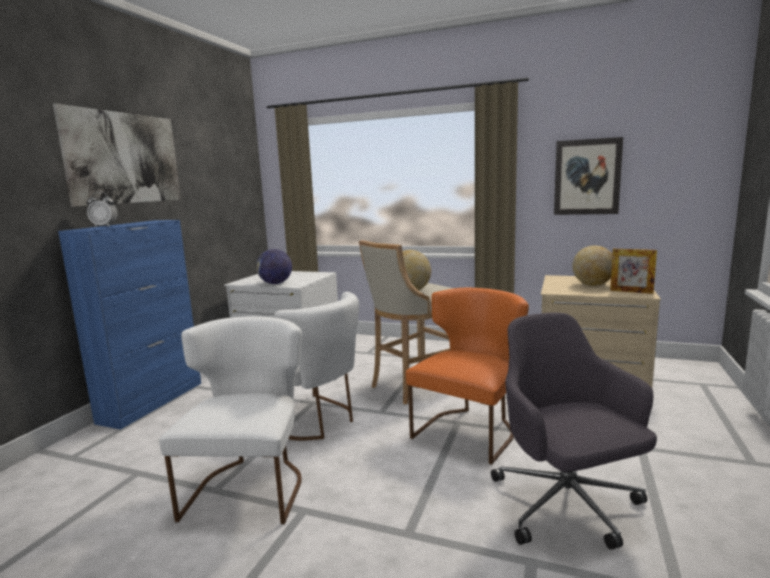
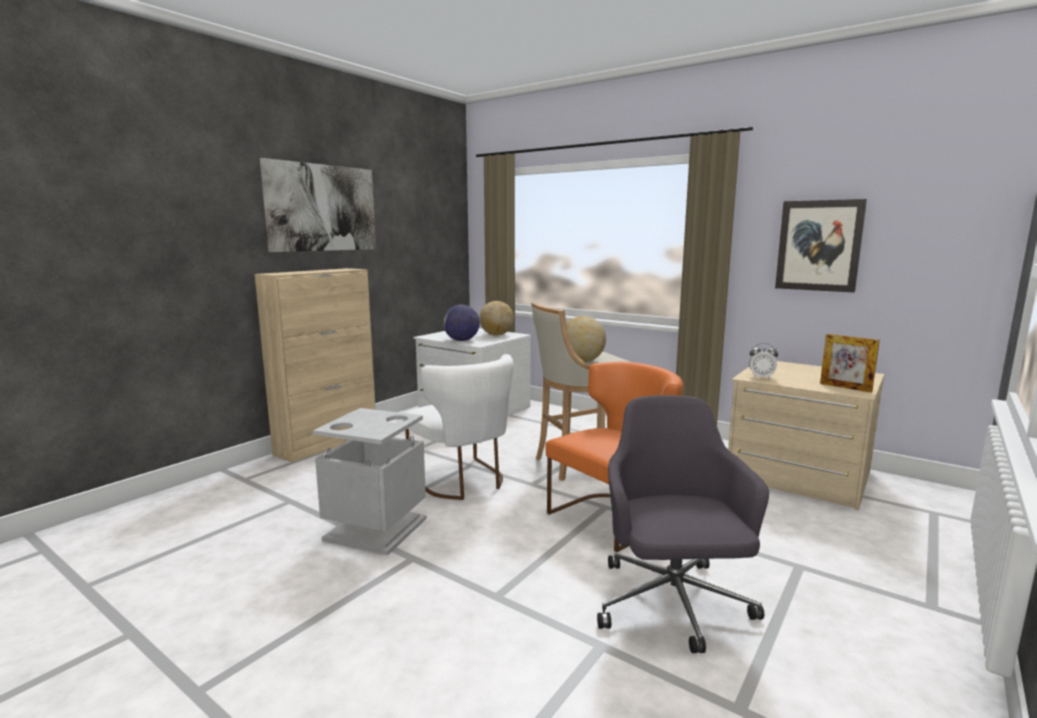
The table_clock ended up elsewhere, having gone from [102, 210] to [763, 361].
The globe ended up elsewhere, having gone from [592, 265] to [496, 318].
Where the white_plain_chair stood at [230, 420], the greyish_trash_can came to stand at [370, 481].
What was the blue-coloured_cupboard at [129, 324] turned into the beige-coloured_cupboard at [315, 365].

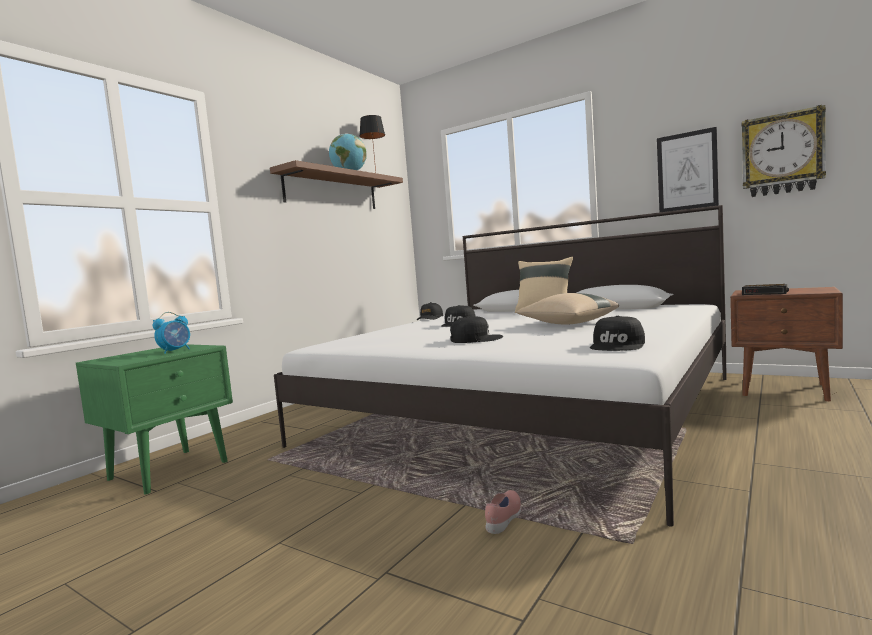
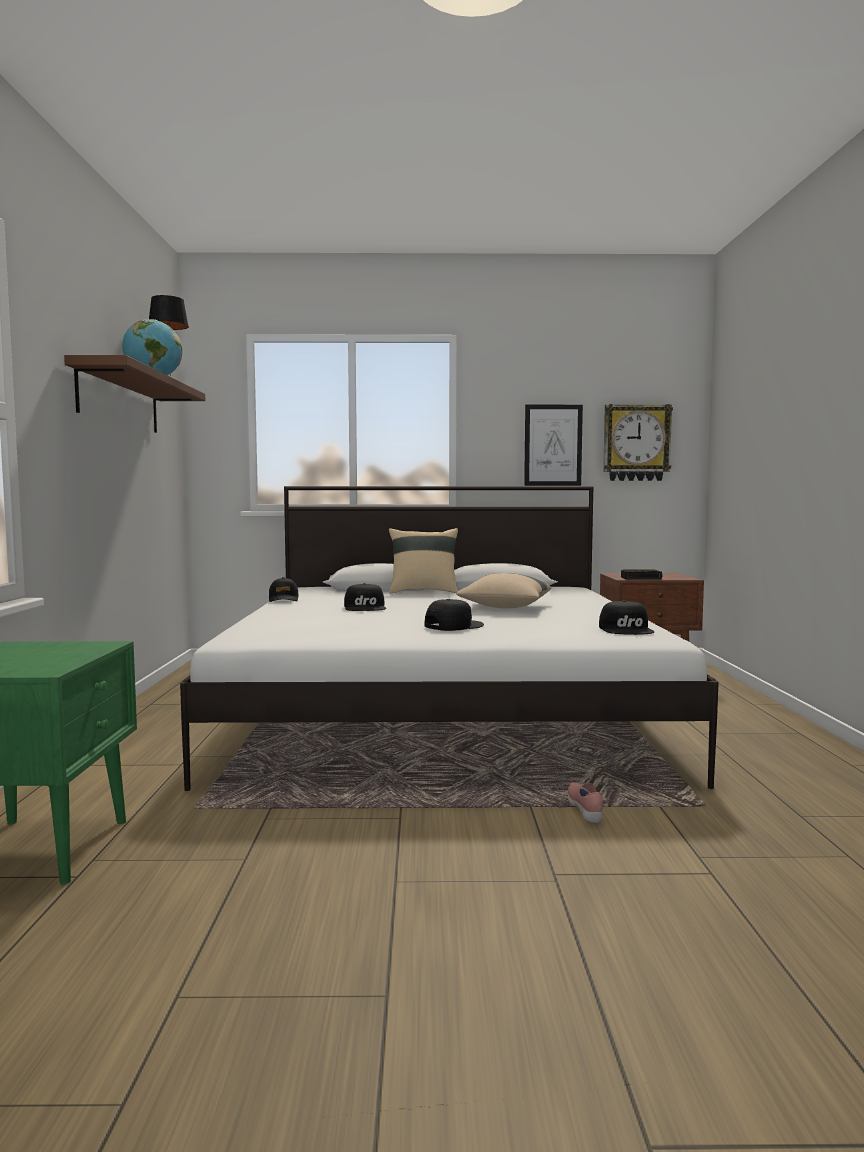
The second view lost the table_clock at [171, 333].

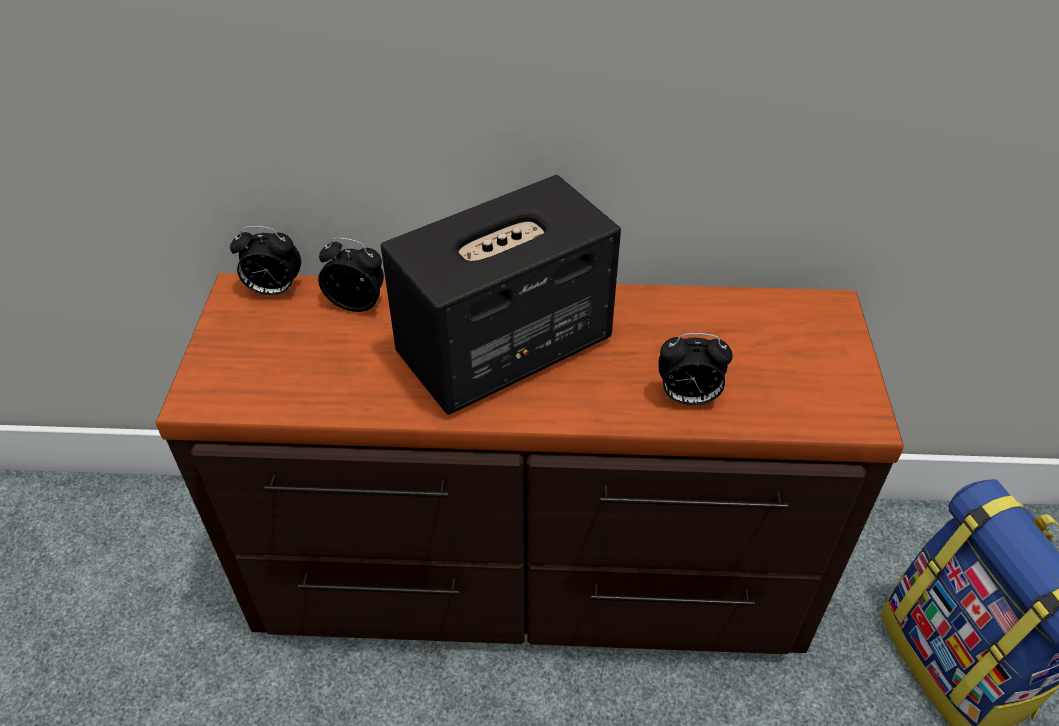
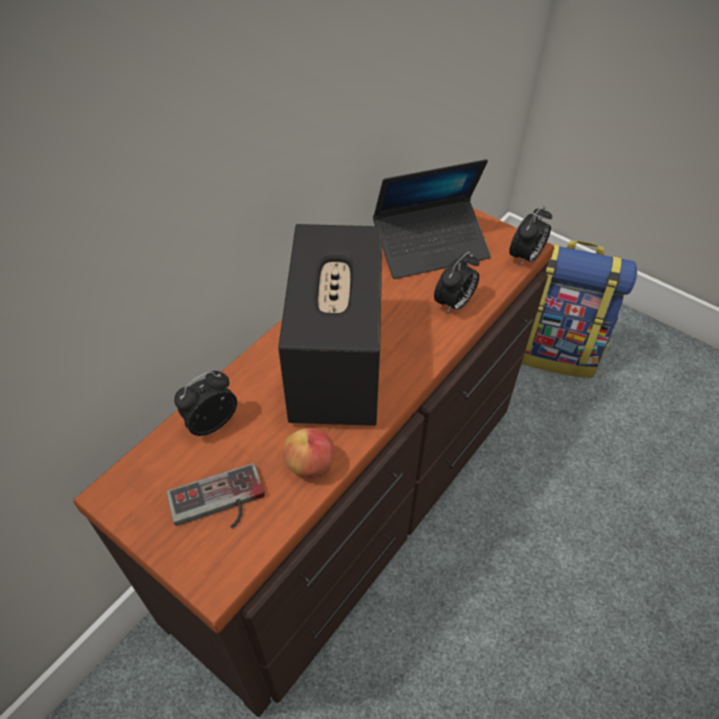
The second view gained the joypad at [215, 496].
The second view gained the apple_fruit at [309, 453].
The second view gained the notebook_computer at [432, 219].
The table_clock ended up elsewhere, having gone from [265, 260] to [530, 236].

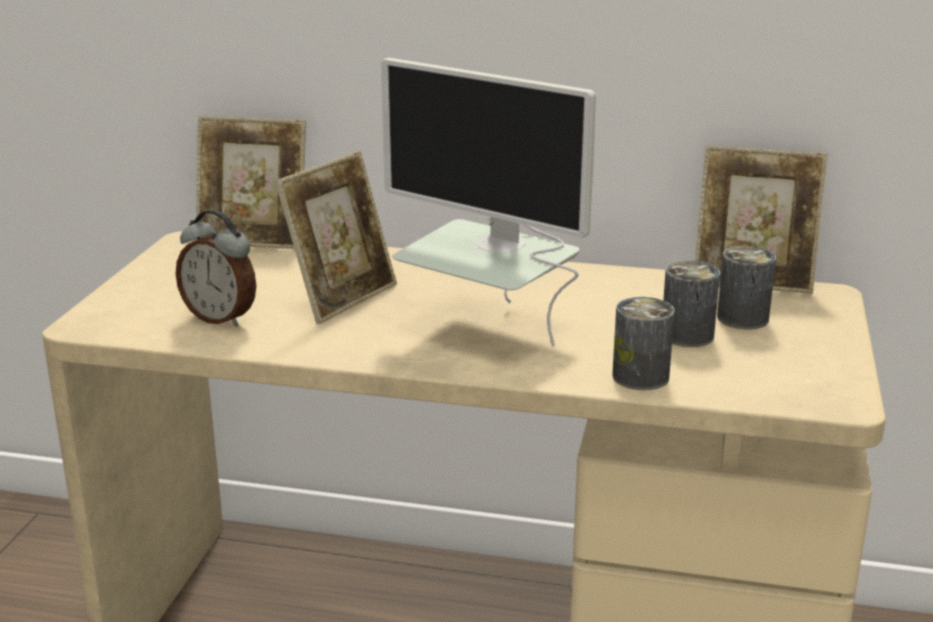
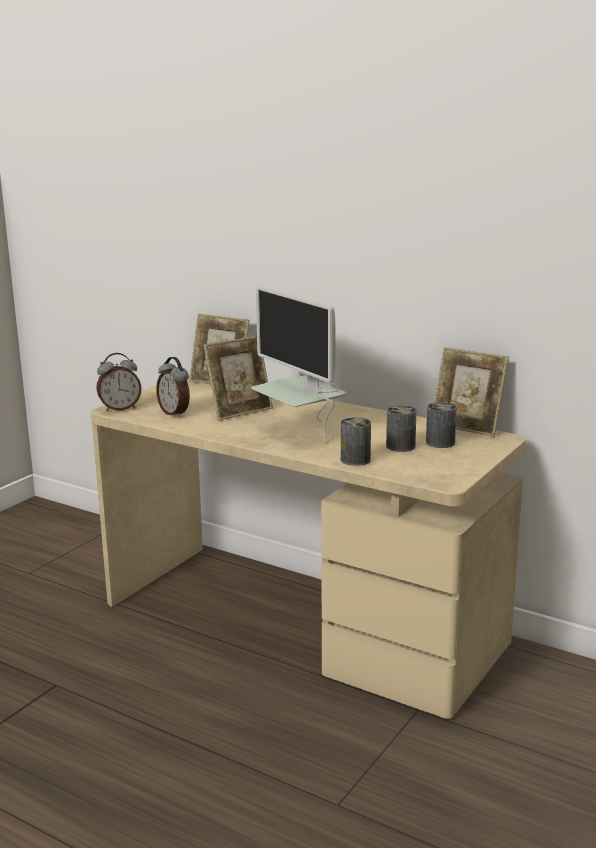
The second view gained the table_clock at [119, 382].

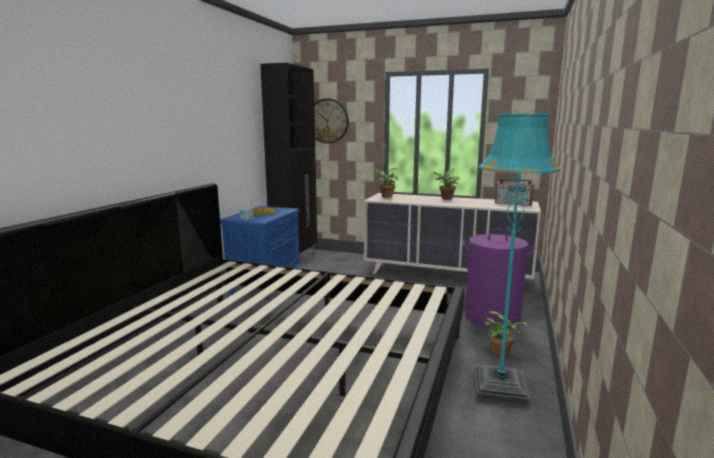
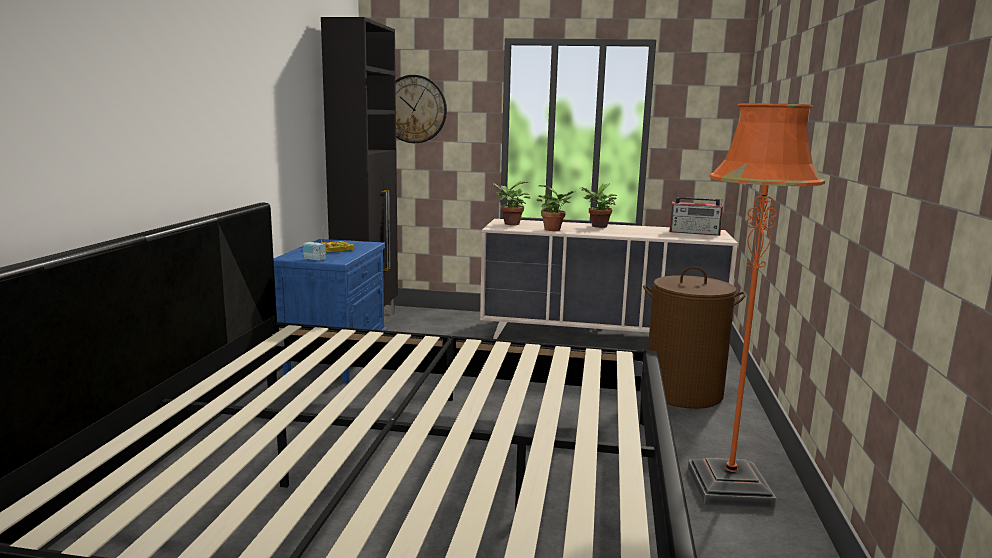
The plant_in_a_pot ended up elsewhere, having gone from [506, 334] to [556, 208].
What was the purple_hamper at [499, 278] turned into the brown-coloured_hamper at [694, 337].
What was the turquoise_standard_lamp at [517, 259] turned into the orange-coloured_standard_lamp at [756, 305].

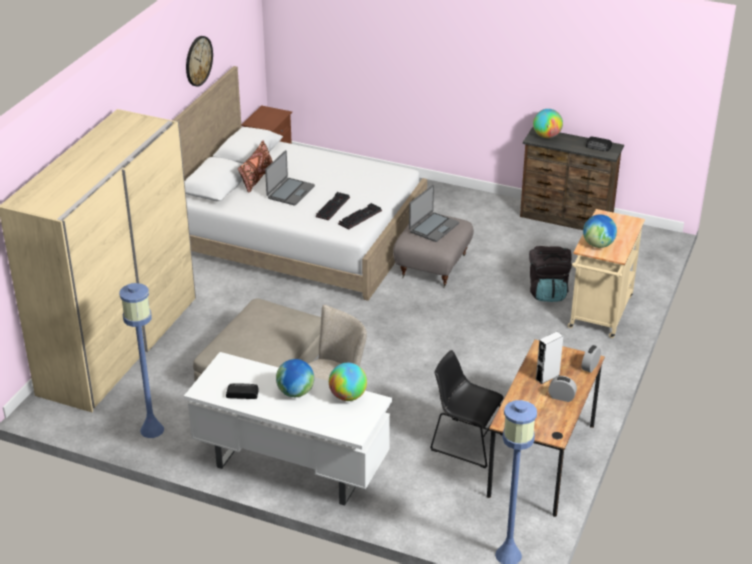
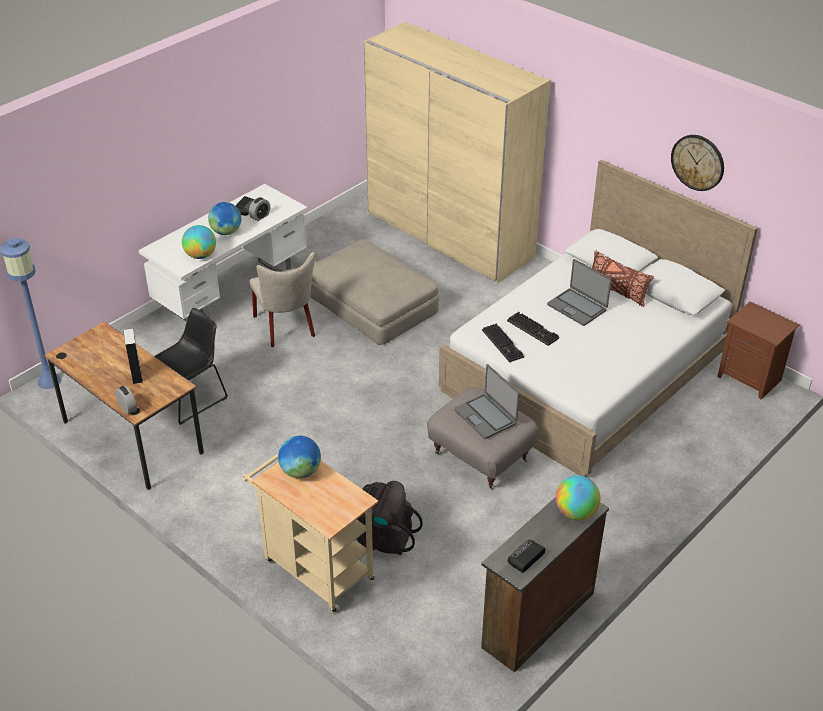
The second view lost the blue-coloured_standard_lamp at [141, 360].
The table_clock ended up elsewhere, having gone from [562, 389] to [259, 209].

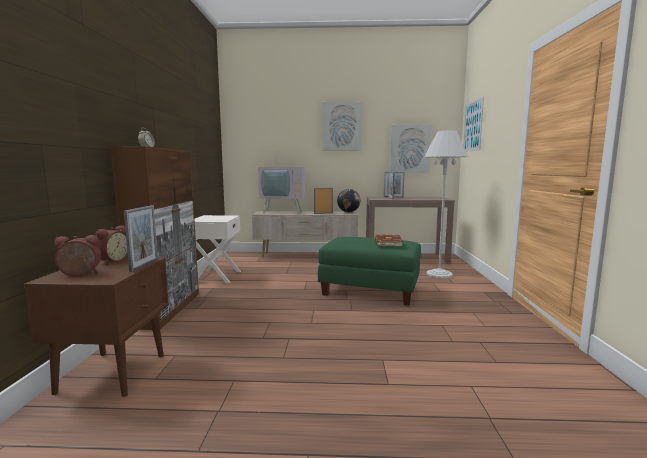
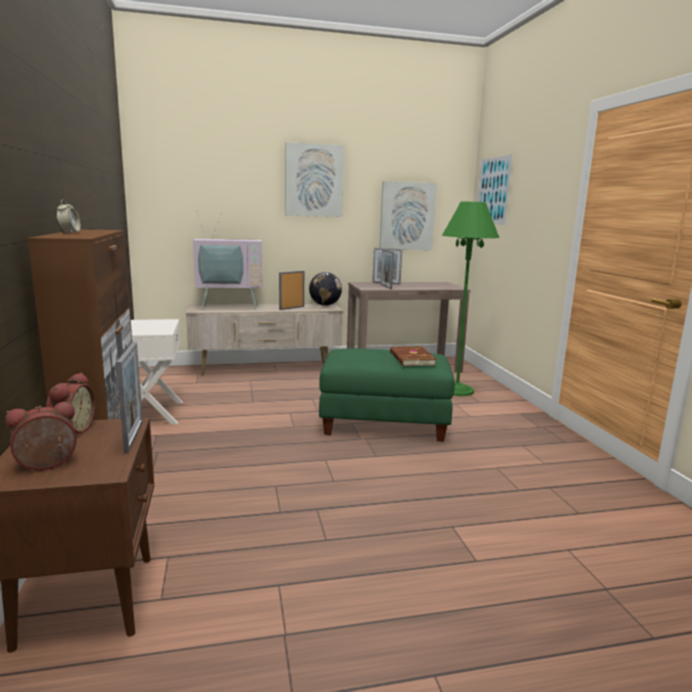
What was the white_standard_lamp at [446, 204] turned into the greenish_standard_lamp at [470, 299].

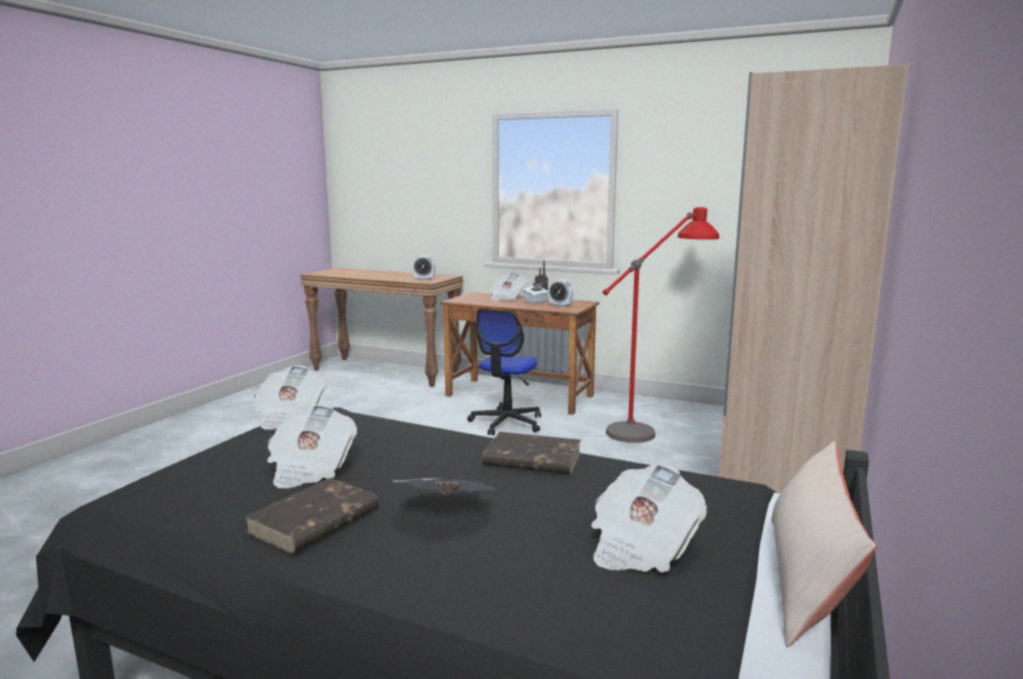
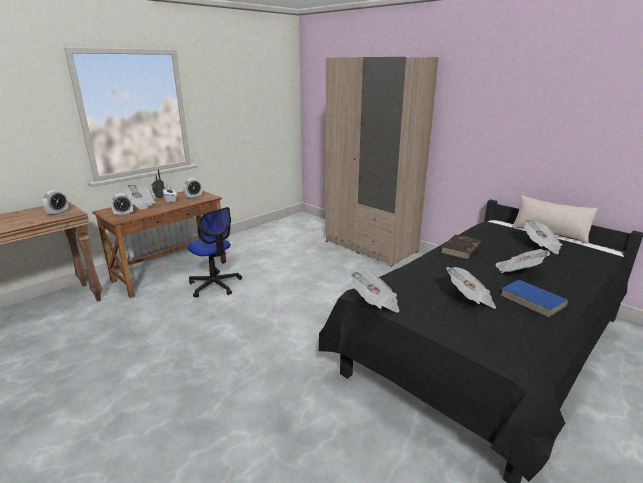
The second view lost the red_standard_lamp at [661, 325].
The second view gained the table_clock at [122, 204].
What was the brown-coloured_bound_book at [312, 515] turned into the blue-coloured_bound_book at [535, 298].

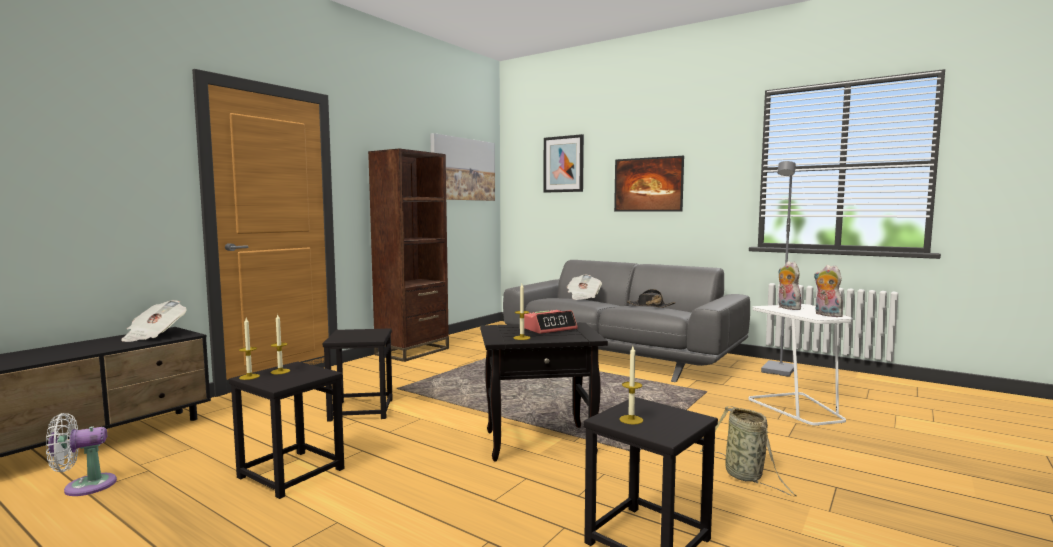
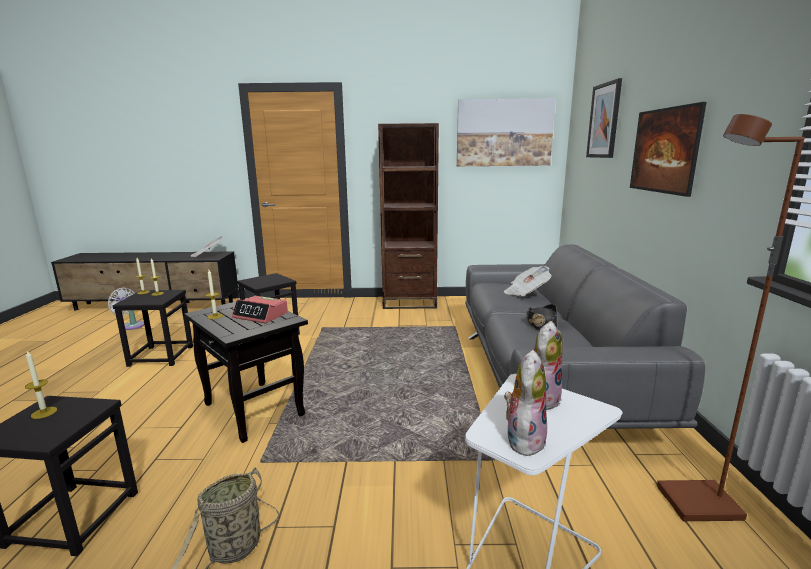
What was the greyish_standard_lamp at [778, 269] turned into the brown-coloured_standard_lamp at [731, 317].

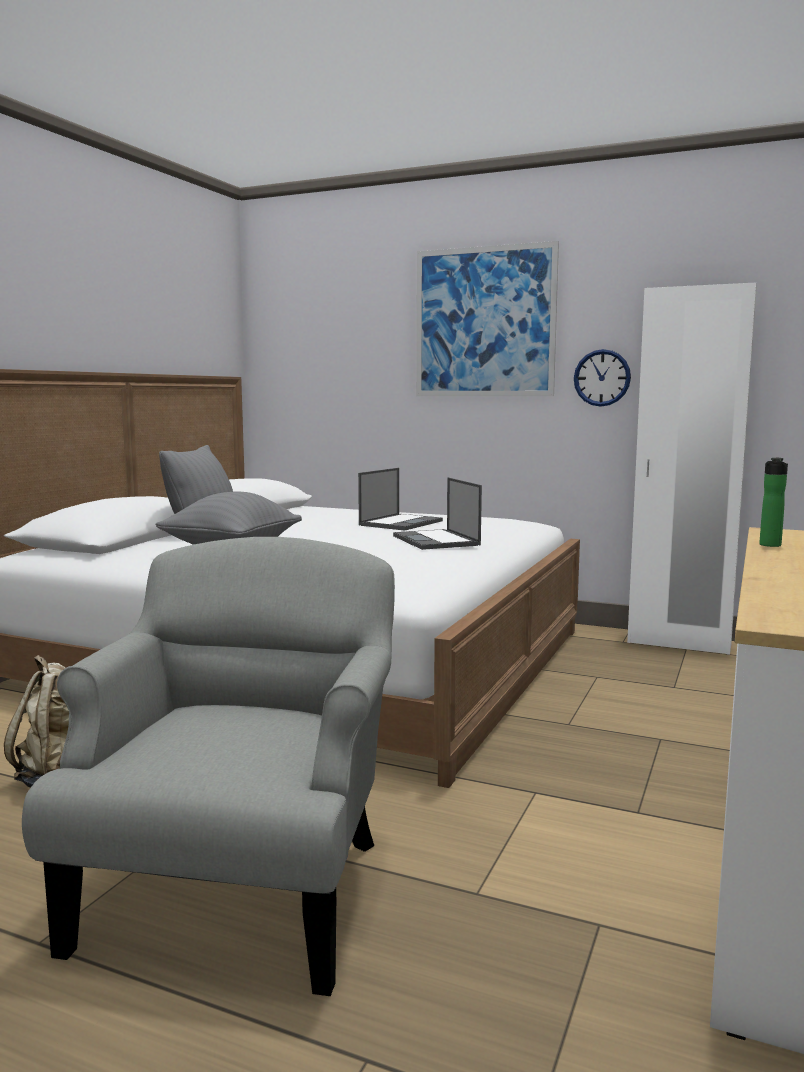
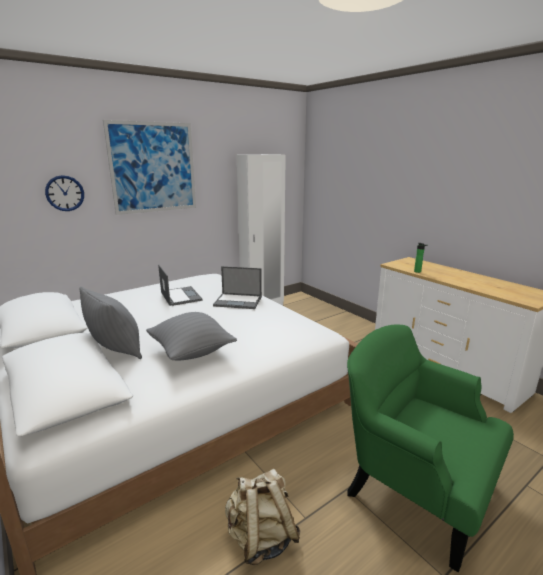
The wall_clock ended up elsewhere, having gone from [602, 378] to [64, 193].
What was the greyish_easy_chair at [208, 766] turned into the greenish_easy_chair at [430, 448].

